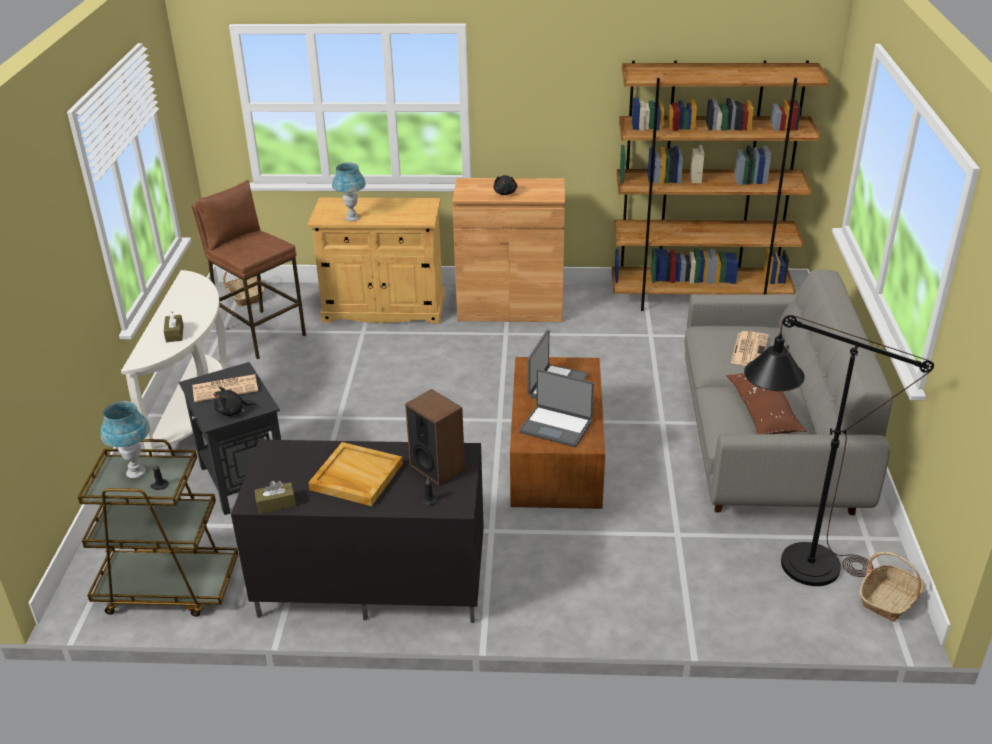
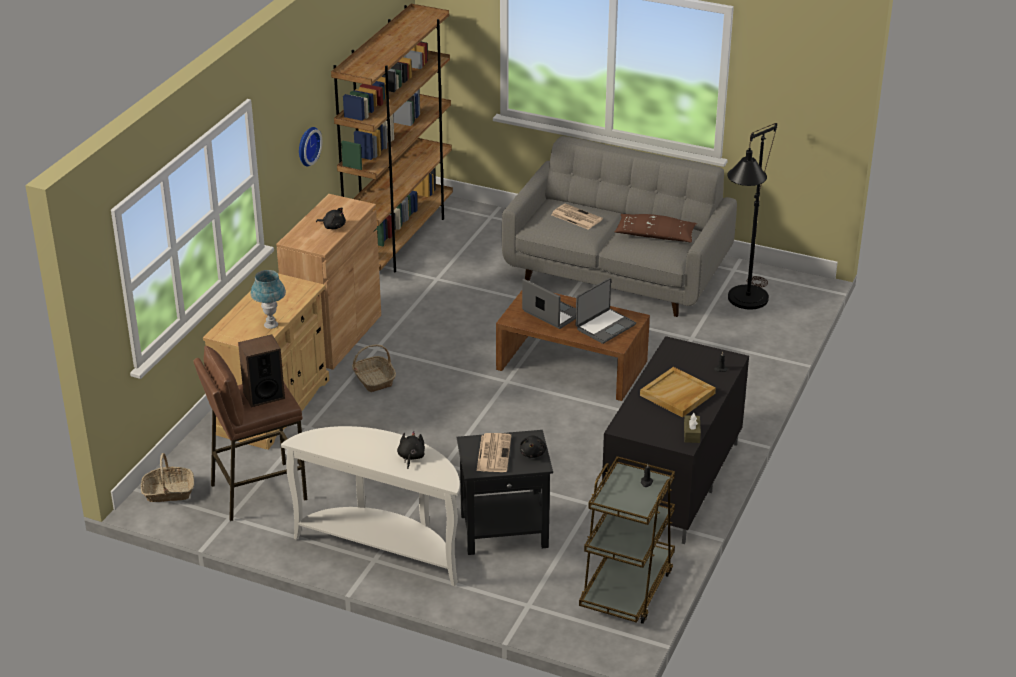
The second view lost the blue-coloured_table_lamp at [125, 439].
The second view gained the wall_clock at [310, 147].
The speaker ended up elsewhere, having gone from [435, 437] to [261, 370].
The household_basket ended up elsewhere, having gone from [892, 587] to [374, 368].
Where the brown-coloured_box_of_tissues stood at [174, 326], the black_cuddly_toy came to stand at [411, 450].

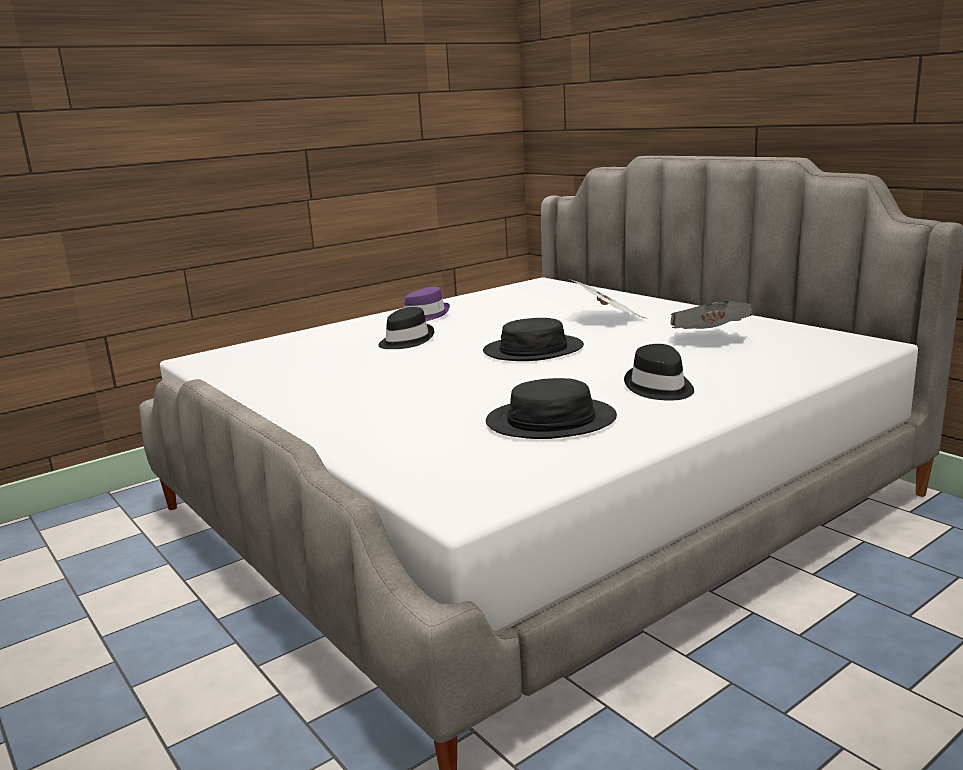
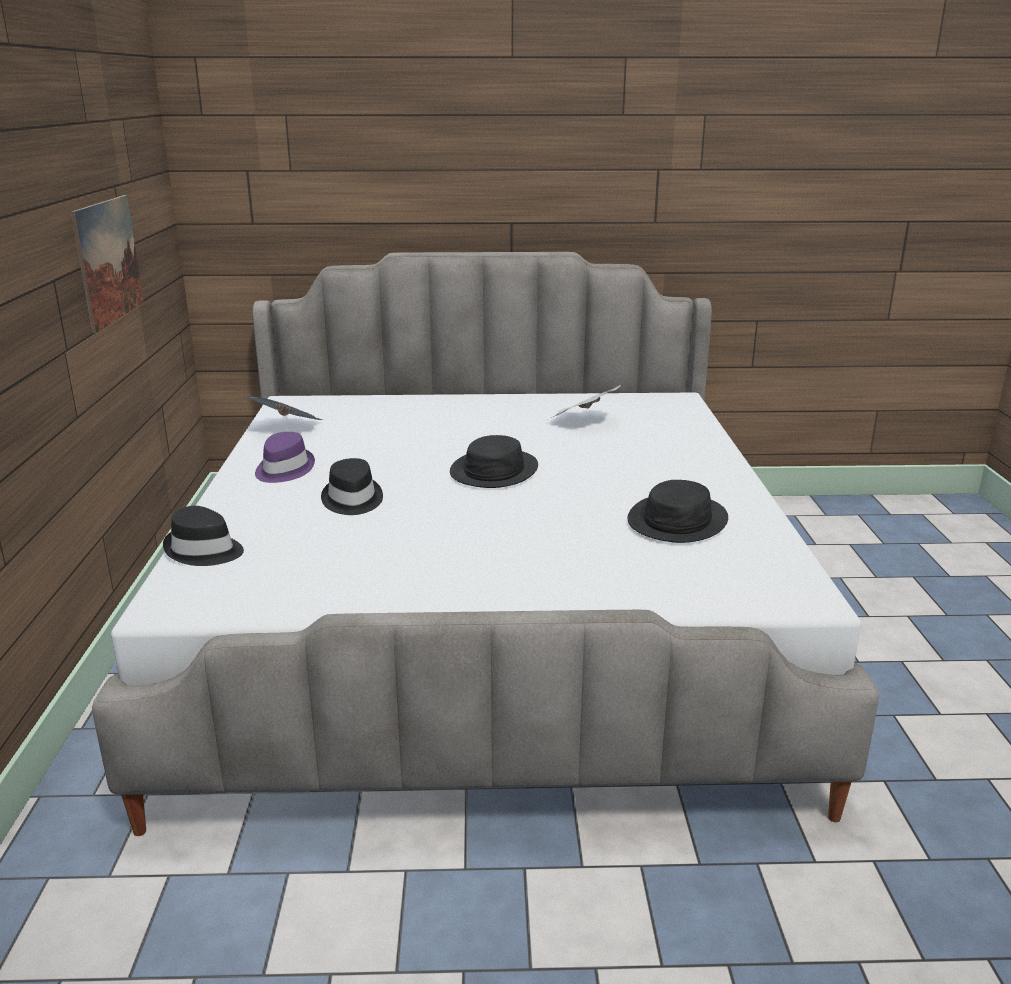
The second view gained the picture at [107, 264].
The newspaper ended up elsewhere, having gone from [607, 298] to [284, 408].
The black_clothing_hat ended up elsewhere, having gone from [659, 372] to [203, 536].

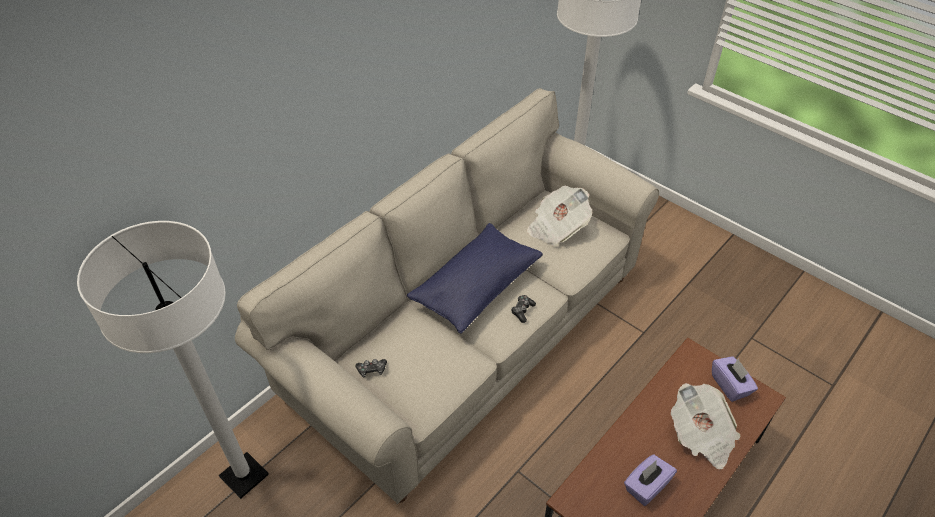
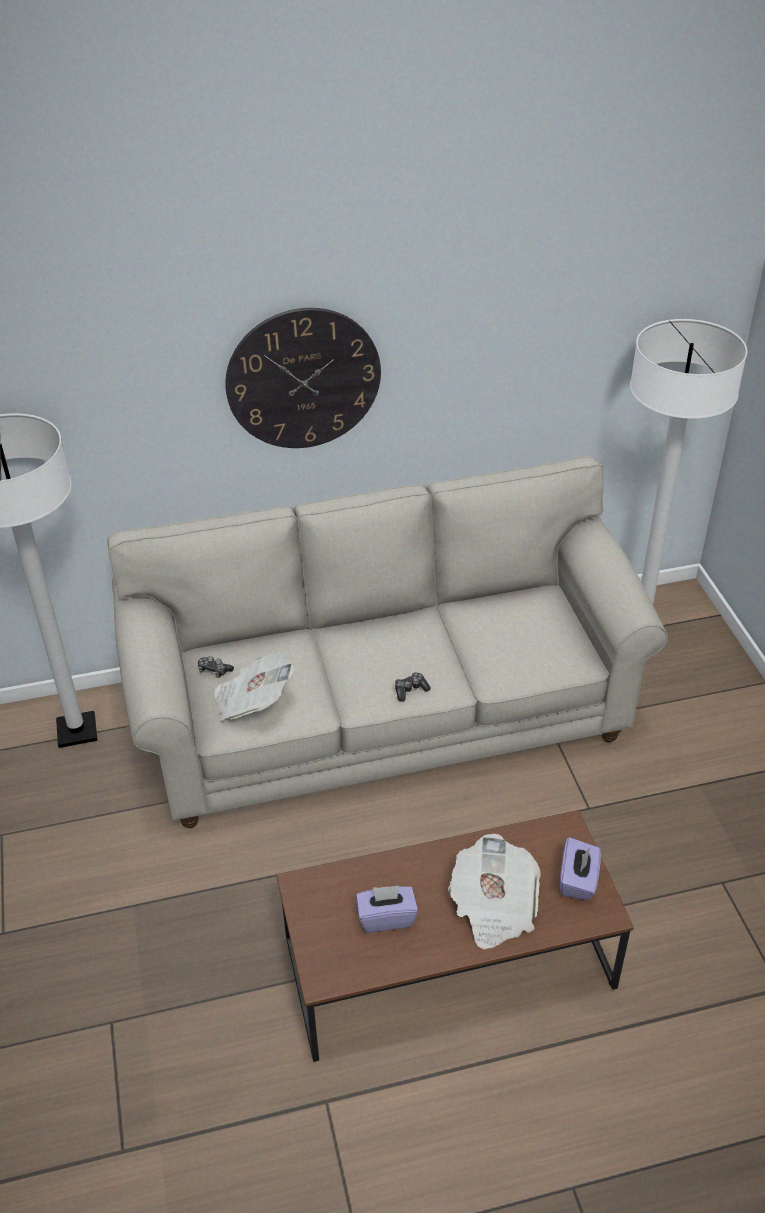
The second view lost the blue-coloured_throw_pillow at [475, 278].
The second view gained the wall_clock at [303, 378].
The newspaper ended up elsewhere, having gone from [559, 215] to [254, 686].

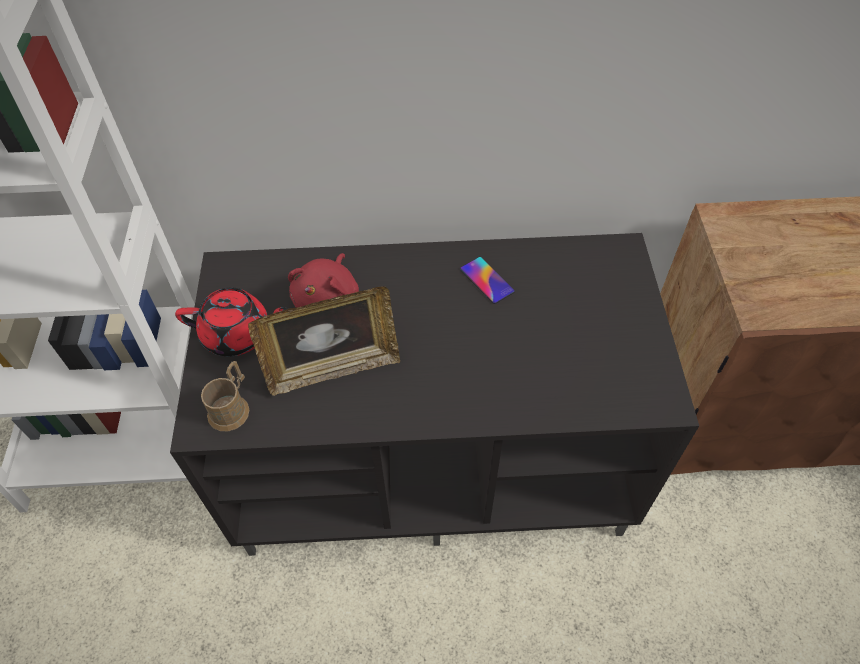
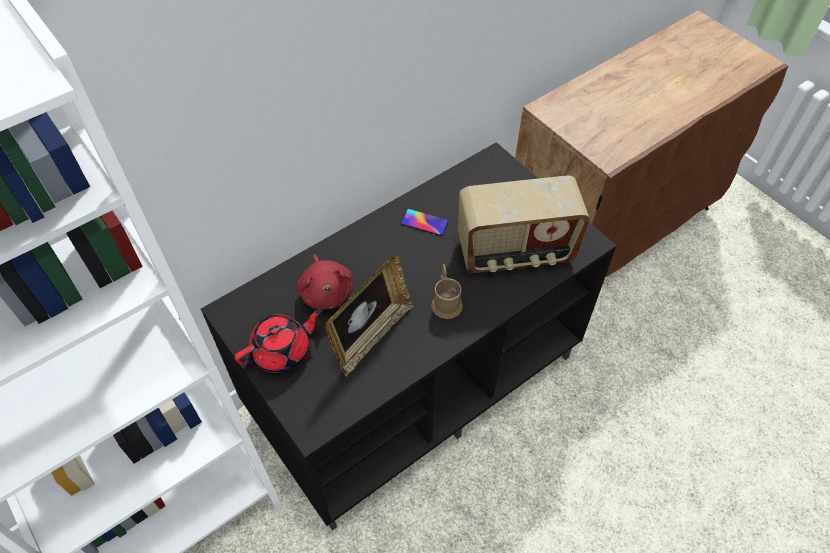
The second view gained the radio at [524, 224].
The brown-coloured_mug ended up elsewhere, having gone from [225, 396] to [447, 291].

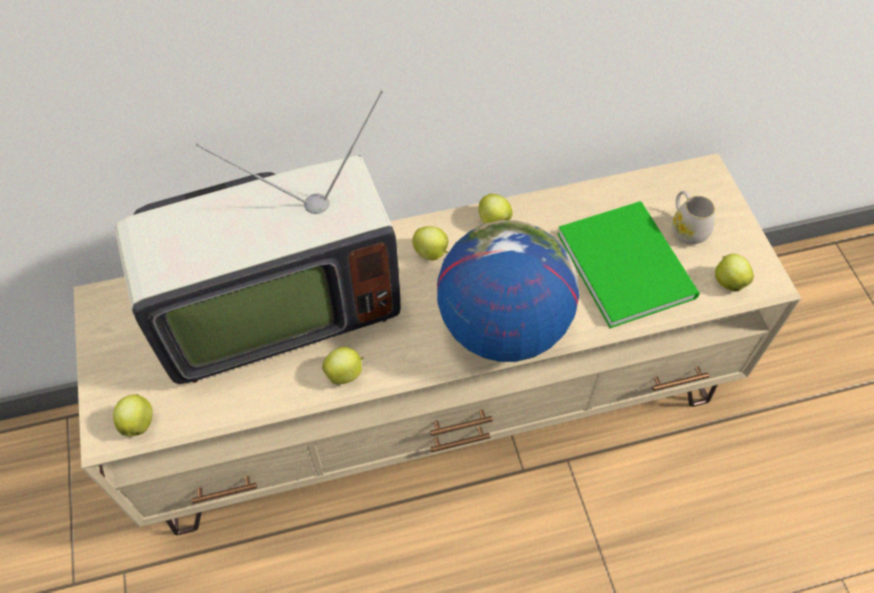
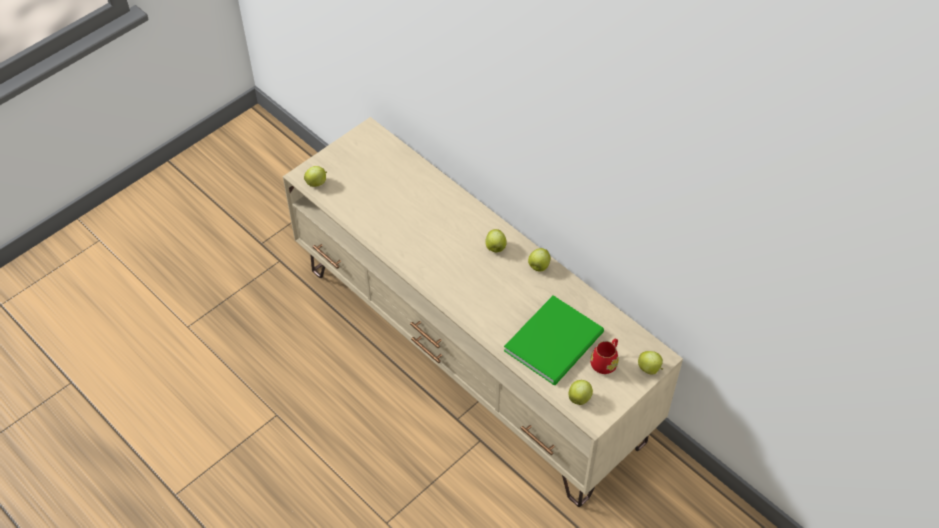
The second view lost the TV_set at [258, 237].
The second view lost the globe at [508, 291].
The apple_fruit ended up elsewhere, having gone from [343, 365] to [650, 363].
What was the white_mug at [693, 217] turned into the red_mug at [604, 356].

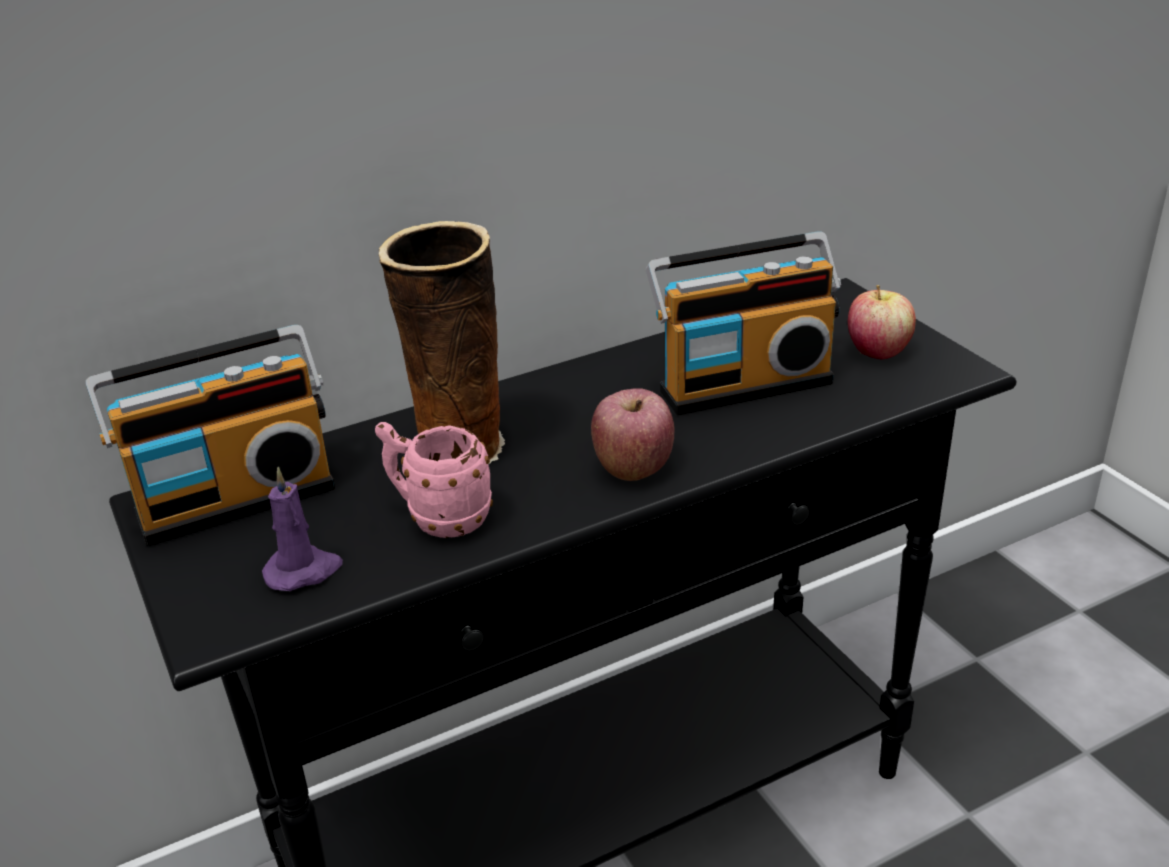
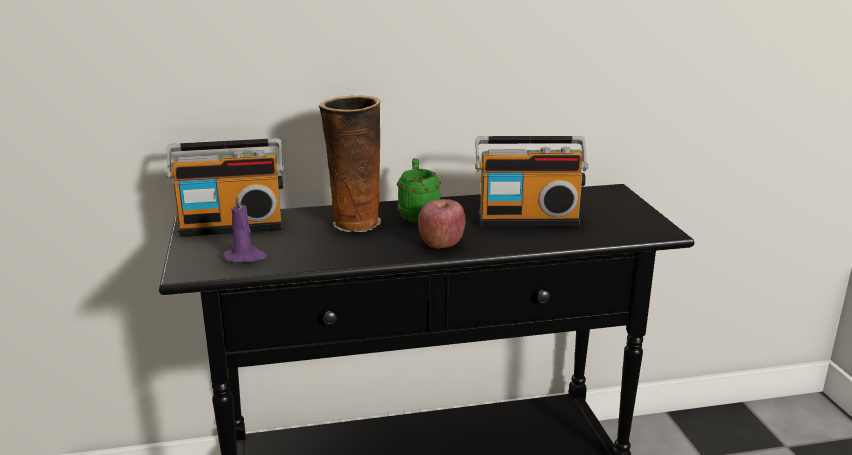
The second view lost the pink_mug at [434, 480].
The second view lost the apple_fruit at [882, 322].
The second view gained the greenish_mug at [419, 190].

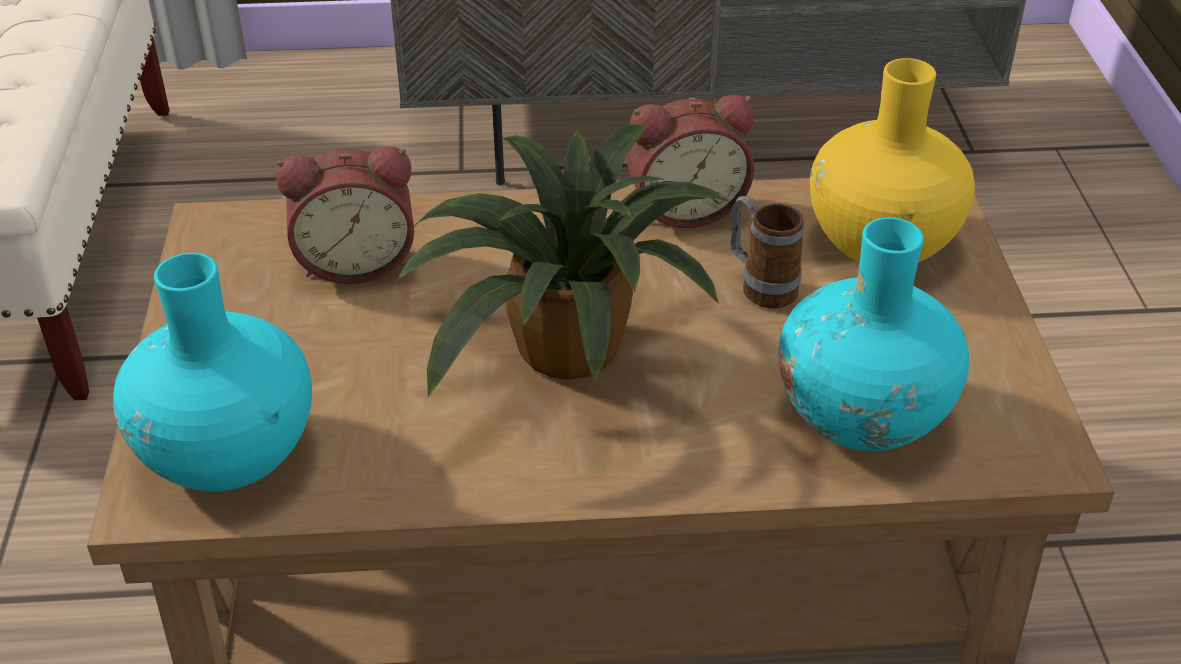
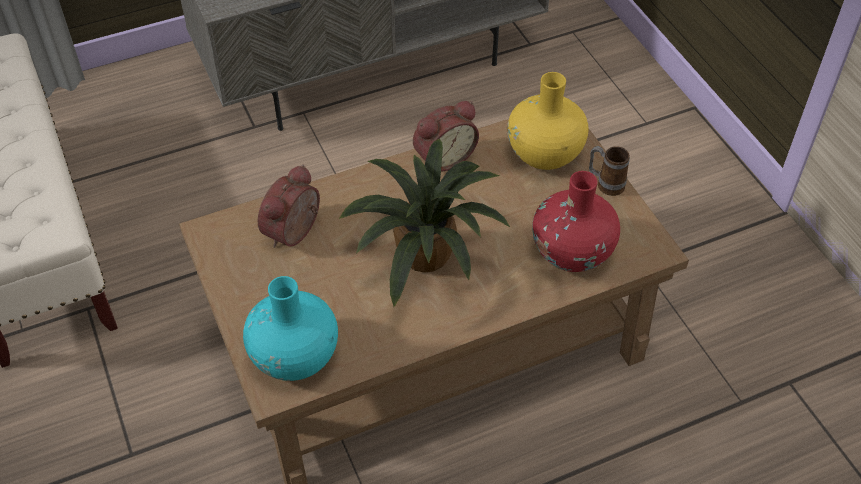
The mug ended up elsewhere, having gone from [767, 252] to [609, 171].
What was the turquoise_vase at [873, 334] turned into the red_vase at [576, 221].
The table_clock at [345, 215] ended up facing another way, 150 degrees clockwise from before.

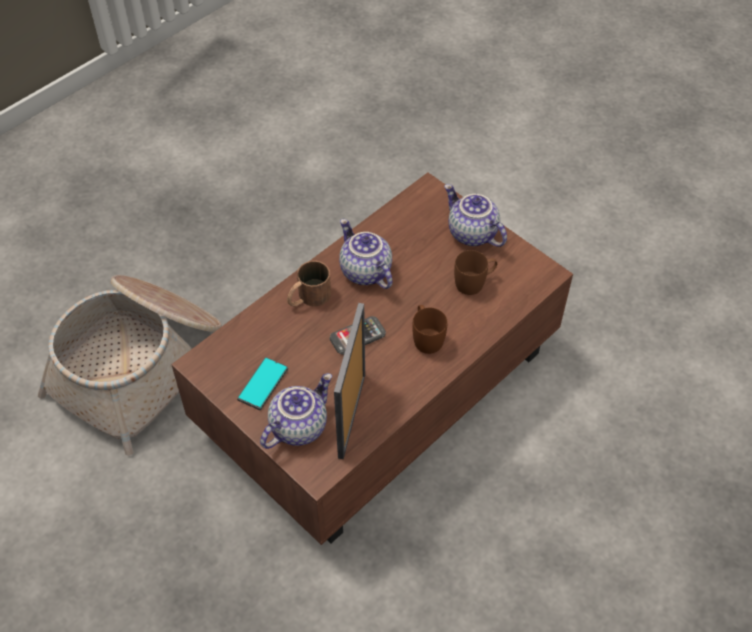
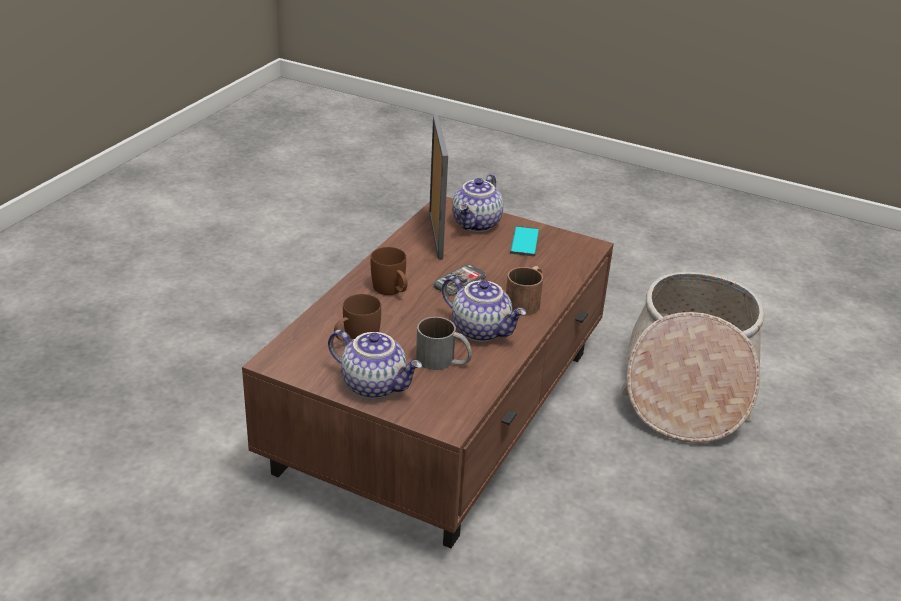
The second view gained the greyish_mug at [444, 343].

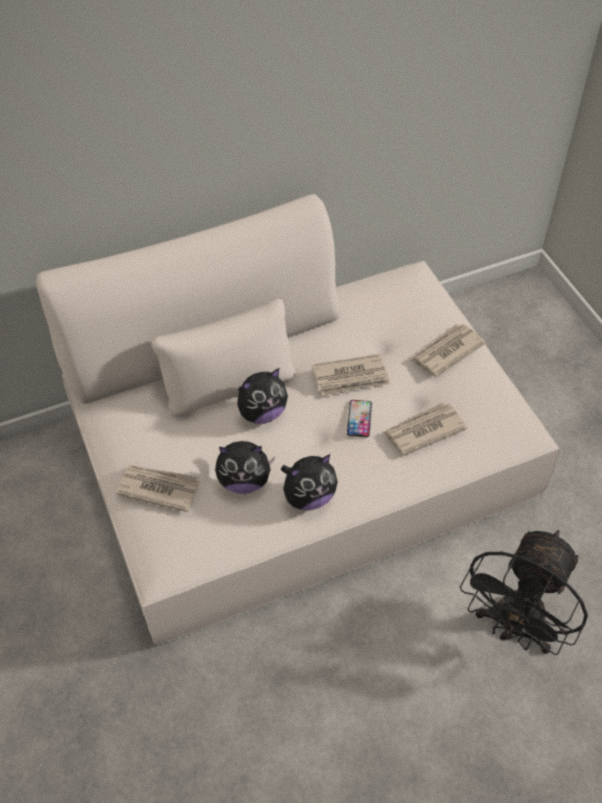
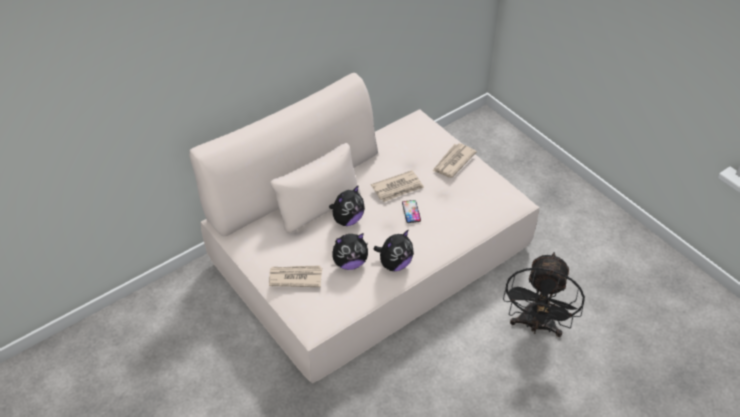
The second view lost the newspaper at [425, 429].

